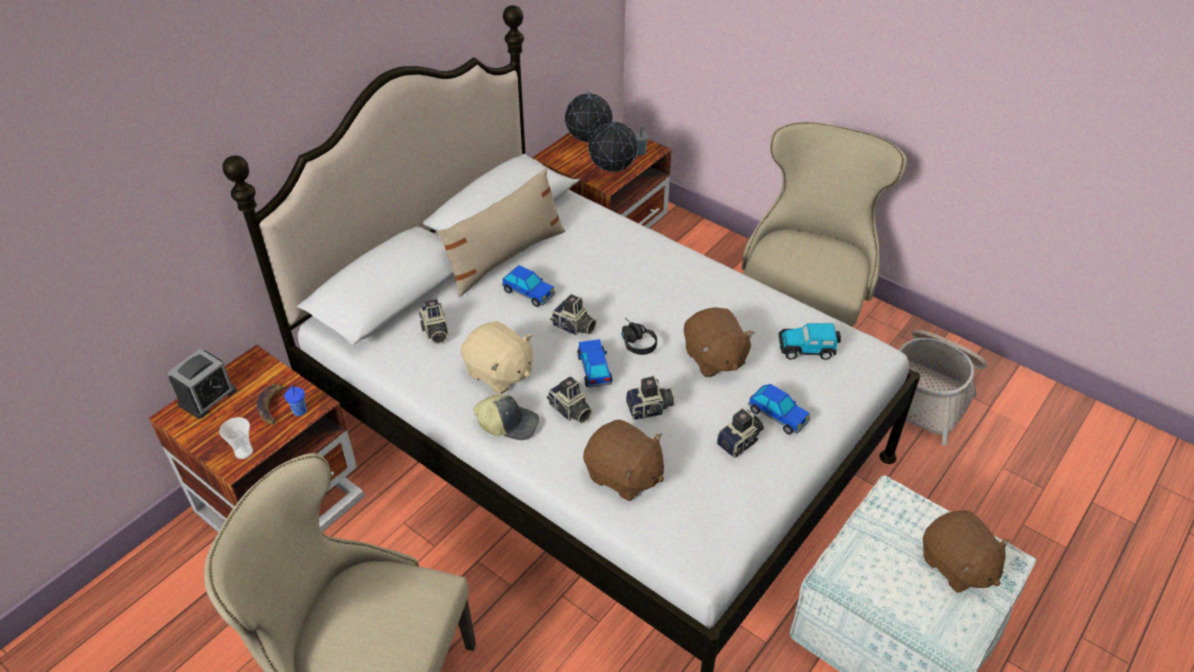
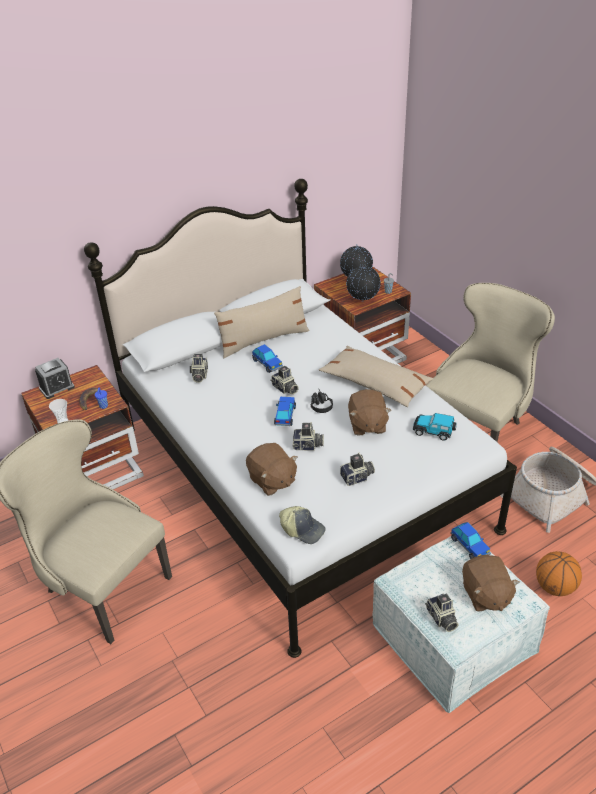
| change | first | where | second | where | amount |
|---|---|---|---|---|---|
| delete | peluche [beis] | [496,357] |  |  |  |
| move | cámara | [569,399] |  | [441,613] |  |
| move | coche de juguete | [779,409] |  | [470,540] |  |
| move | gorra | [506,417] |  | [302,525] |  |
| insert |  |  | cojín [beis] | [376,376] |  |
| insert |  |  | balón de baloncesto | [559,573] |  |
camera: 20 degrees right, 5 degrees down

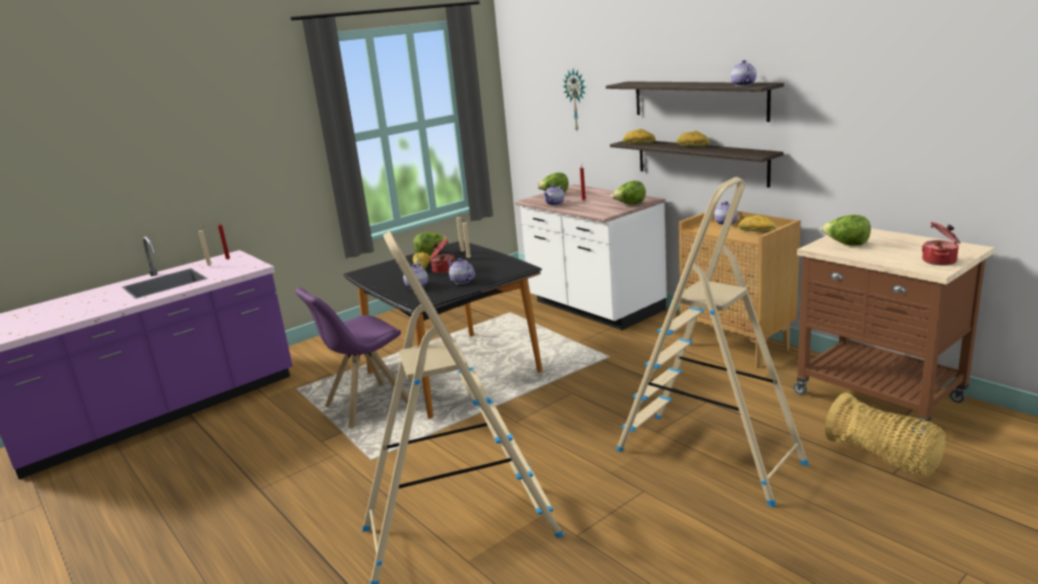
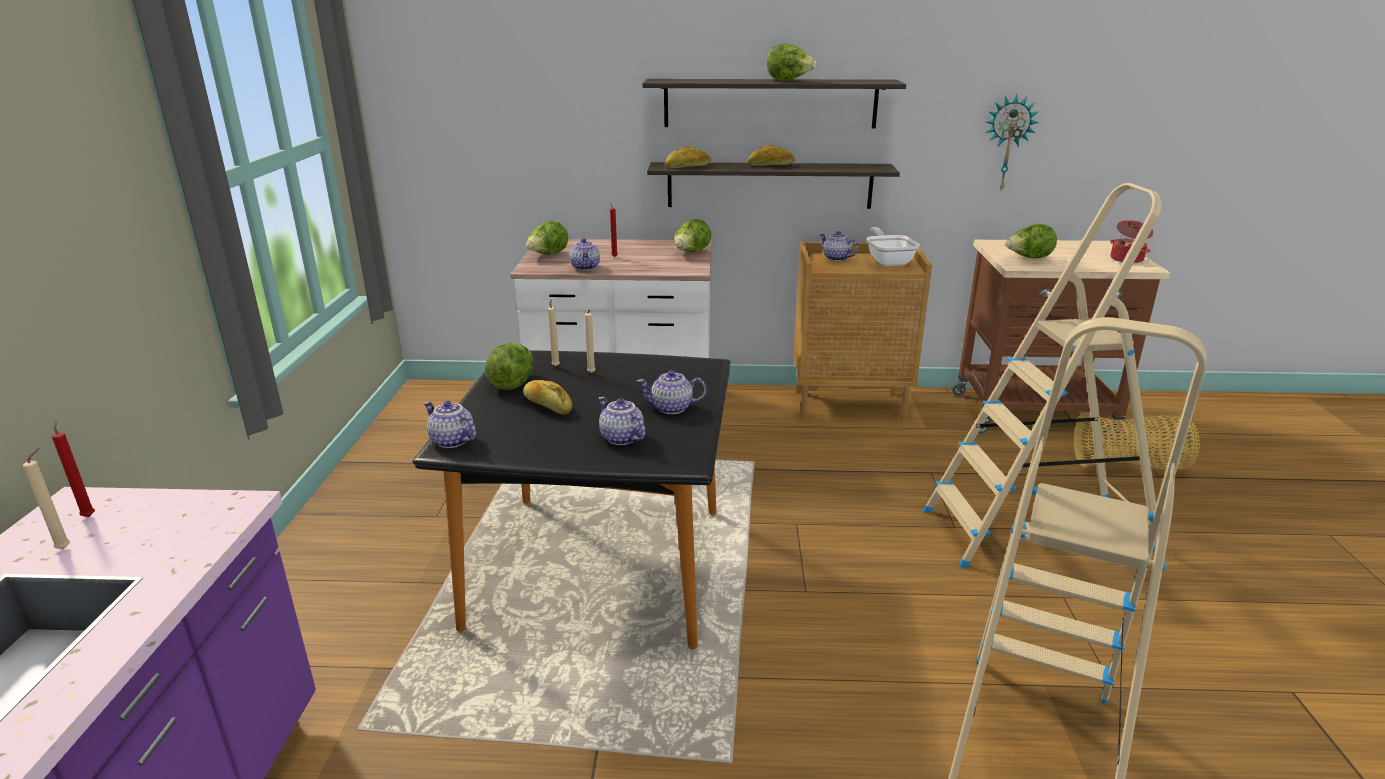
| change | first | where | second | where | amount |
|---|---|---|---|---|---|
| move | tetera | [744,73] |  | [450,424] |  |
| move | reloj de pared | [574,100] |  | [1012,142] |  |
| replace | pan | [757,224] | sartén | [892,246] |  |
| delete | olla | [442,256] |  |  |  |
| delete | silla [morado] | [352,358] |  |  |  |
| insert |  |  | lechuga | [792,62] |  |
camera: 50 degrees left, 5 degrees up

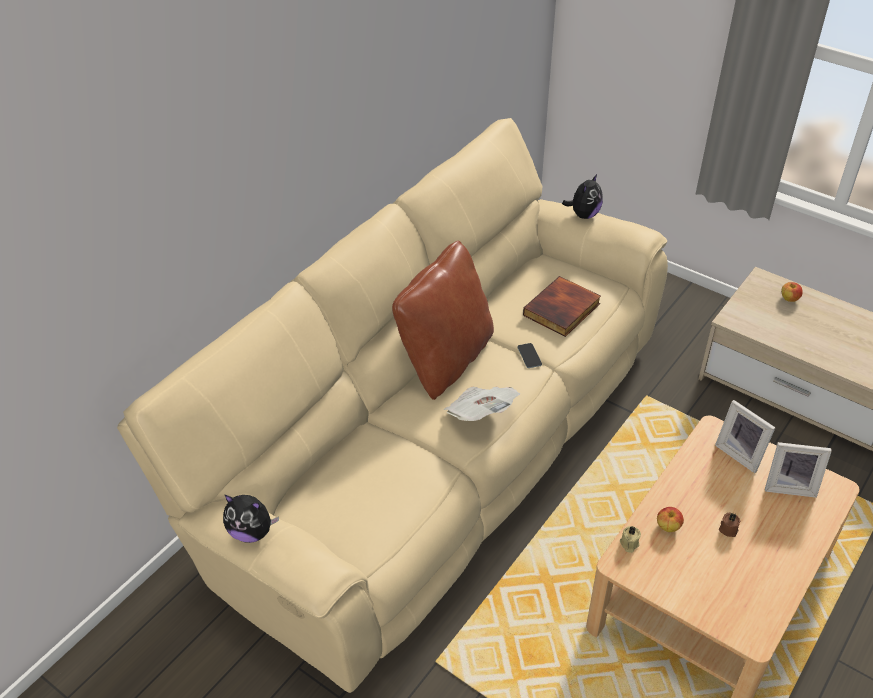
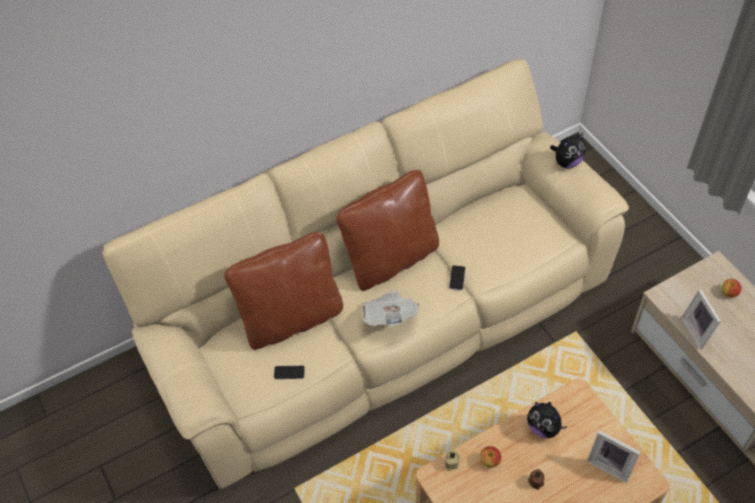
| change | first | where | second | where | amount |
|---|---|---|---|---|---|
| delete | libro | [562,306] |  |  |  |
| move | portarretratos | [745,436] |  | [701,319] |  |
| move | peluche | [251,519] |  | [547,420] |  |
| insert |  |  | cojín [marrón] | [283,291] |  |
| insert |  |  | móvil | [289,372] |  |
camera: 25 degrees right, 10 degrees up

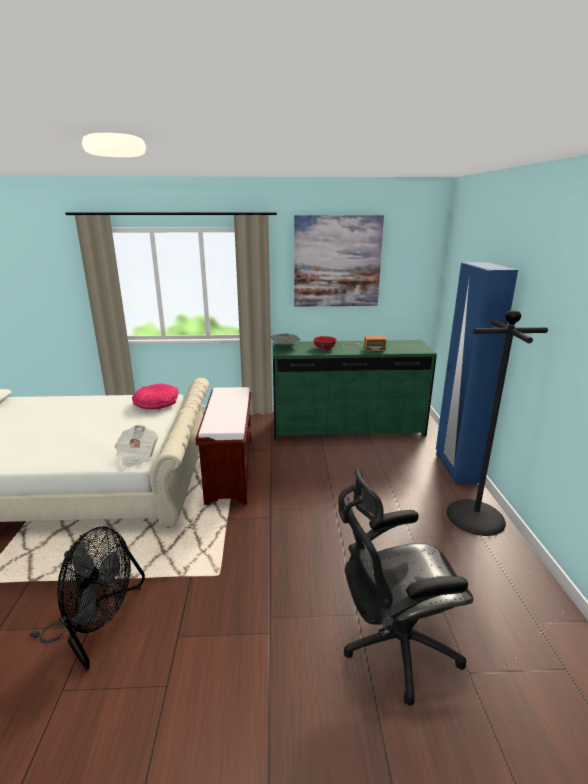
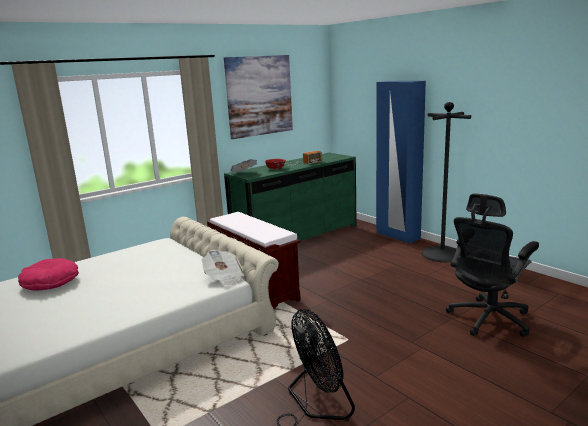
| change | first | where | second | where | amount |
|---|---|---|---|---|---|
| move | cojín [rosa] | [155,396] |  | [48,274] |  |
camera: 35 degrees left, 5 degrees down

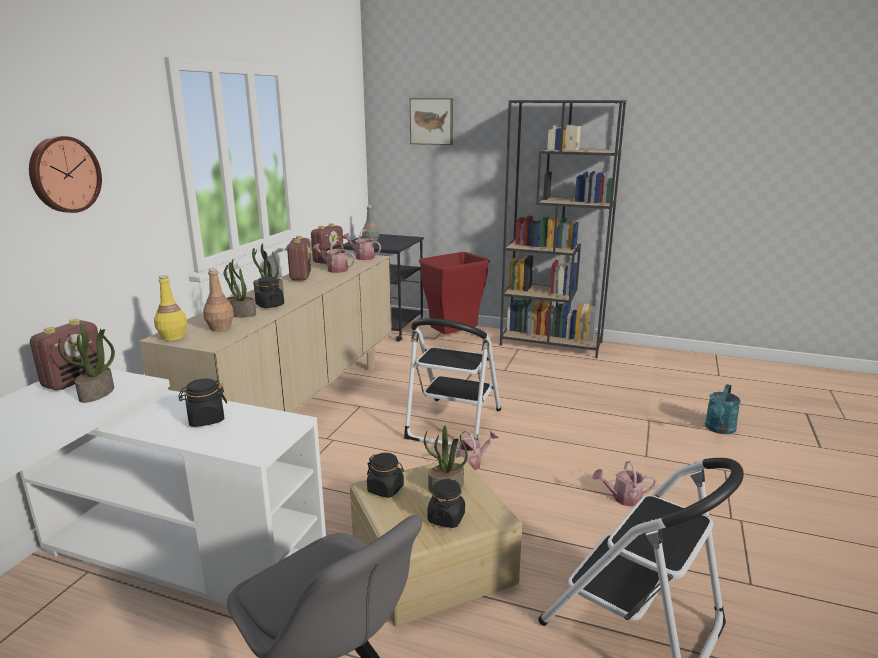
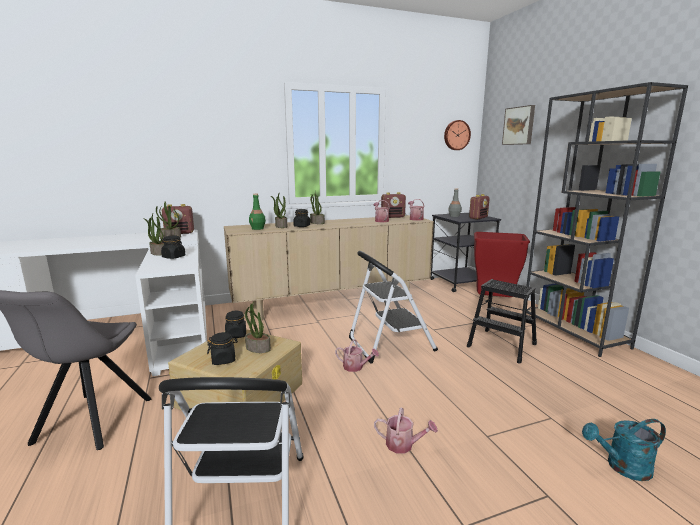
| change | first | where | second | where | amount |
|---|---|---|---|---|---|
| move | reloj de pared | [65,174] |  | [457,135] |  |
| move | radio | [298,258] |  | [479,207] |  |
| recolor | botella [marrón] | [218,299] | botella [verde] | [257,212] |  |
| delete | botella [amarillo] | [170,308] |  |  |  |
| rotate | regadera | [624,484] |  | [406,430] | 150 degrees clockwise |
| insert |  |  | planta en maceta | [153,235] |  |
| insert |  |  | escalera de tijera [negro] | [502,321] |  |
camera: 50 degrees right, 5 degrees down

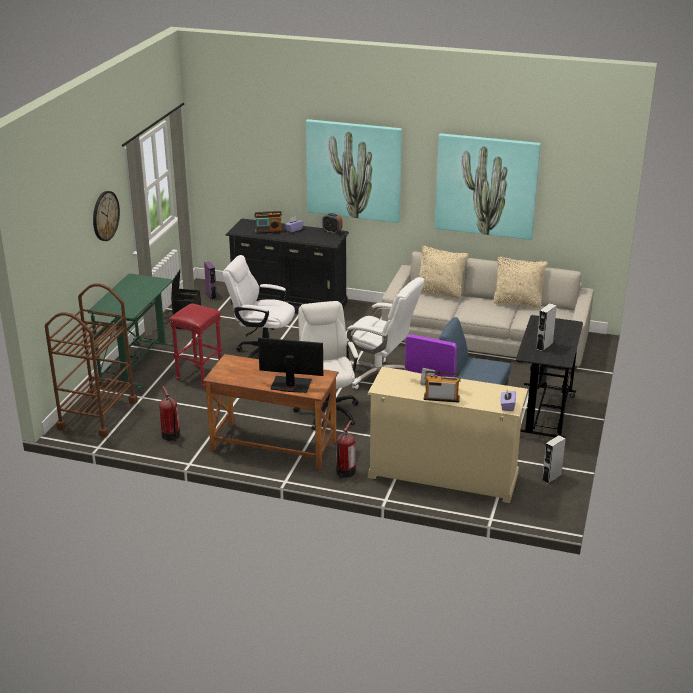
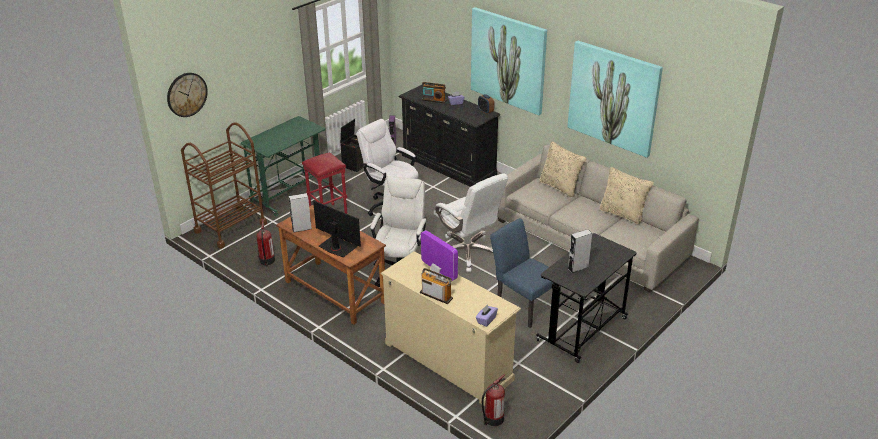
| change | first | where | second | where | amount |
|---|---|---|---|---|---|
| move | reloj de pared | [106,216] |  | [187,95] |  |
| move | extintor | [346,449] |  | [494,400] |  |
| move | altavoz [gris] | [554,459] |  | [300,213] |  |
camera: 25 degrees right, 5 degrees up

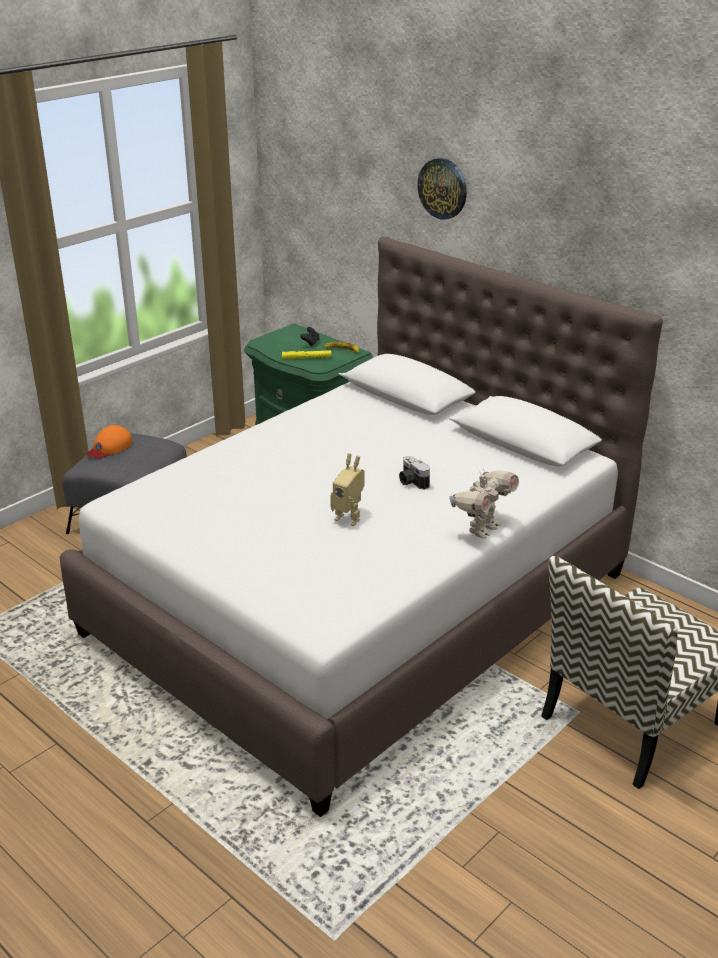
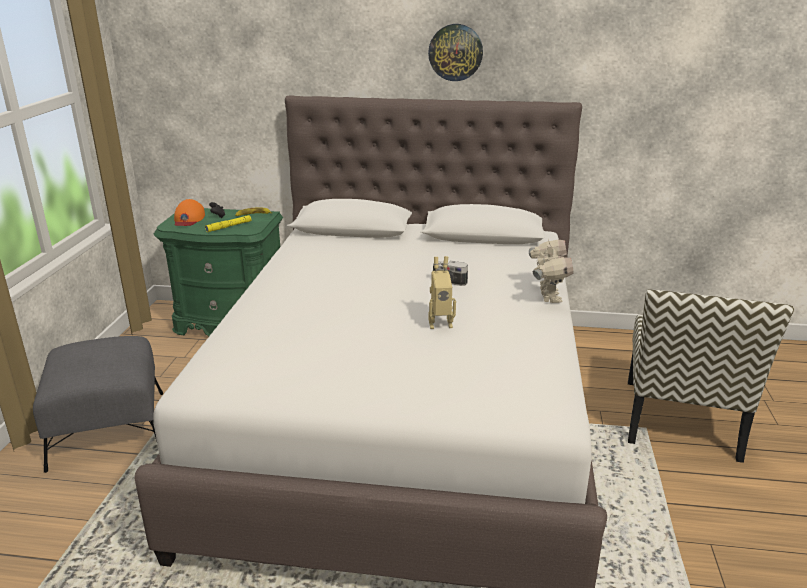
| change | first | where | second | where | amount |
|---|---|---|---|---|---|
| move | reloj de pared | [442,189] |  | [455,52] |  |
| move | gorra [naranja] | [110,441] |  | [189,212] |  |
camera: 35 degrees left, 5 degrees down

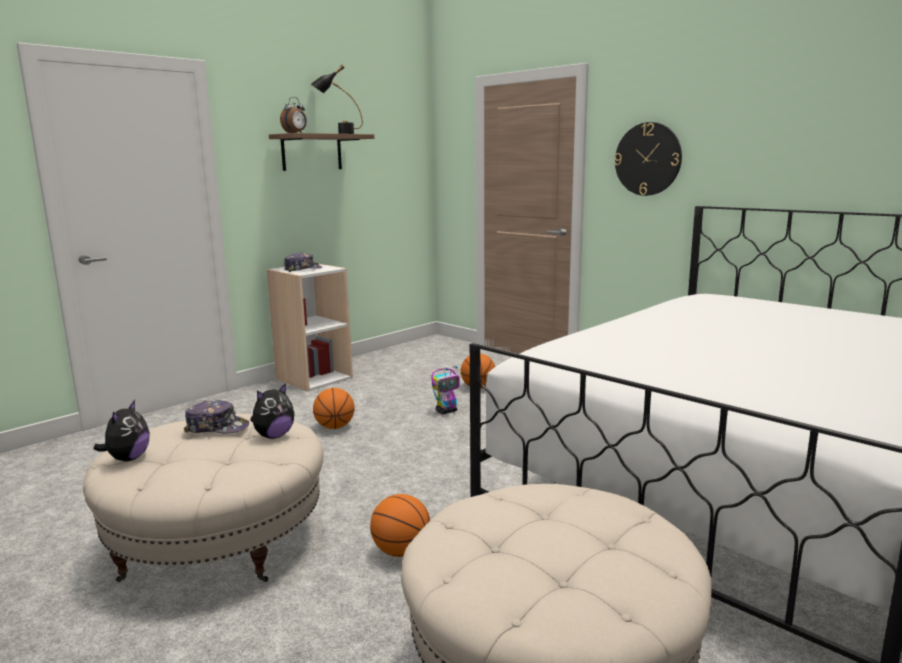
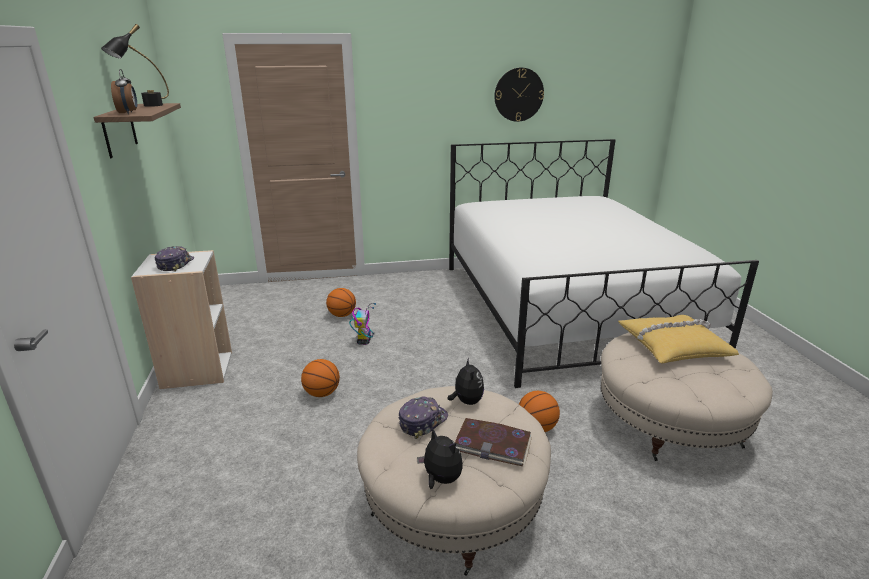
| change | first | where | second | where | amount |
|---|---|---|---|---|---|
| move | reloj de pared | [648,159] |  | [519,95] |  |
| insert |  |  | cojín [amarillo] | [678,339] |  |
| insert |  |  | libro | [493,442] |  |
camera: 55 degrees left, 10 degrees up

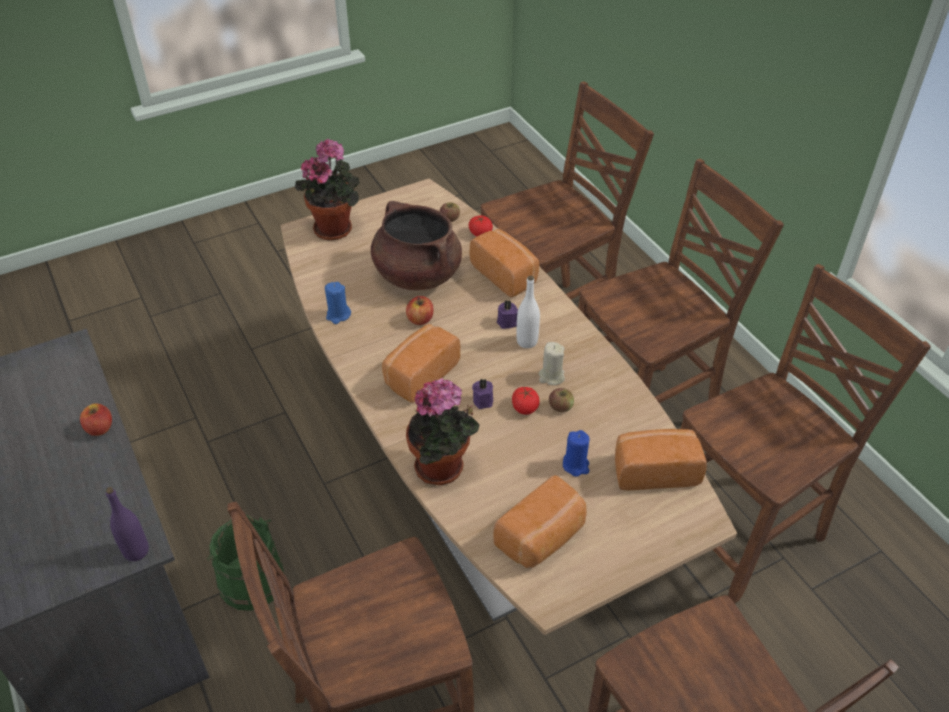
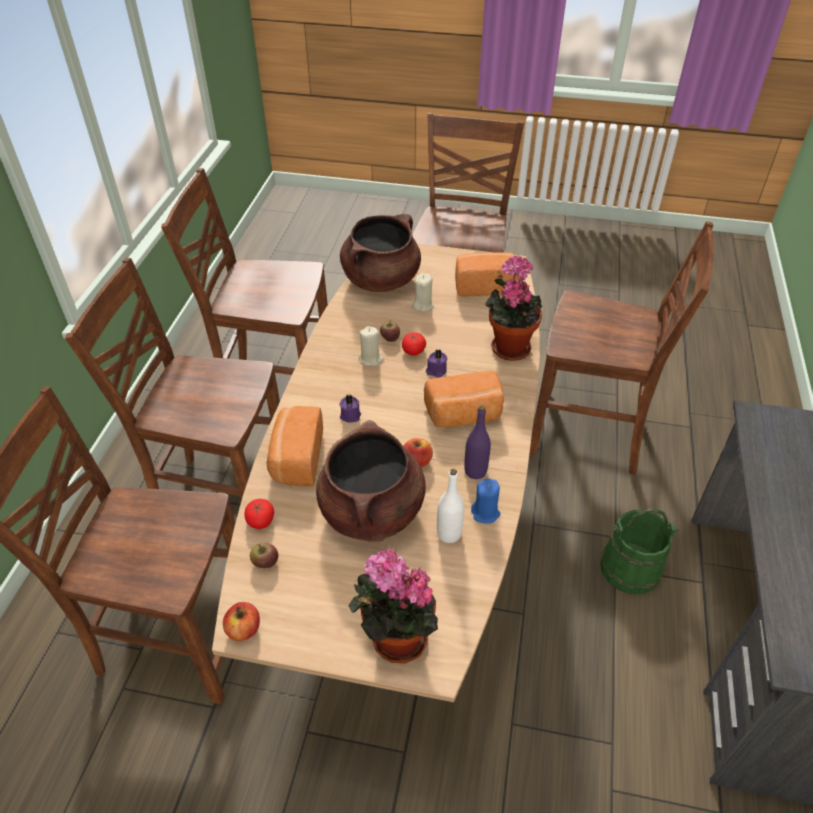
| change | first | where | second | where | amount |
|---|---|---|---|---|---|
| move | botella [blanco] | [528,312] |  | [450,506] |  |
| move | manzana | [96,419] |  | [241,621] |  |
| replace | pan | [661,460] | olla [marrón] | [380,253] |  |
| recolor | vela [azul] | [576,453] | vela [beis] | [423,292] |  |
| move | botella [morado] | [127,524] |  | [477,442] |  |
camera: 140 degrees left, 0 degrees up

